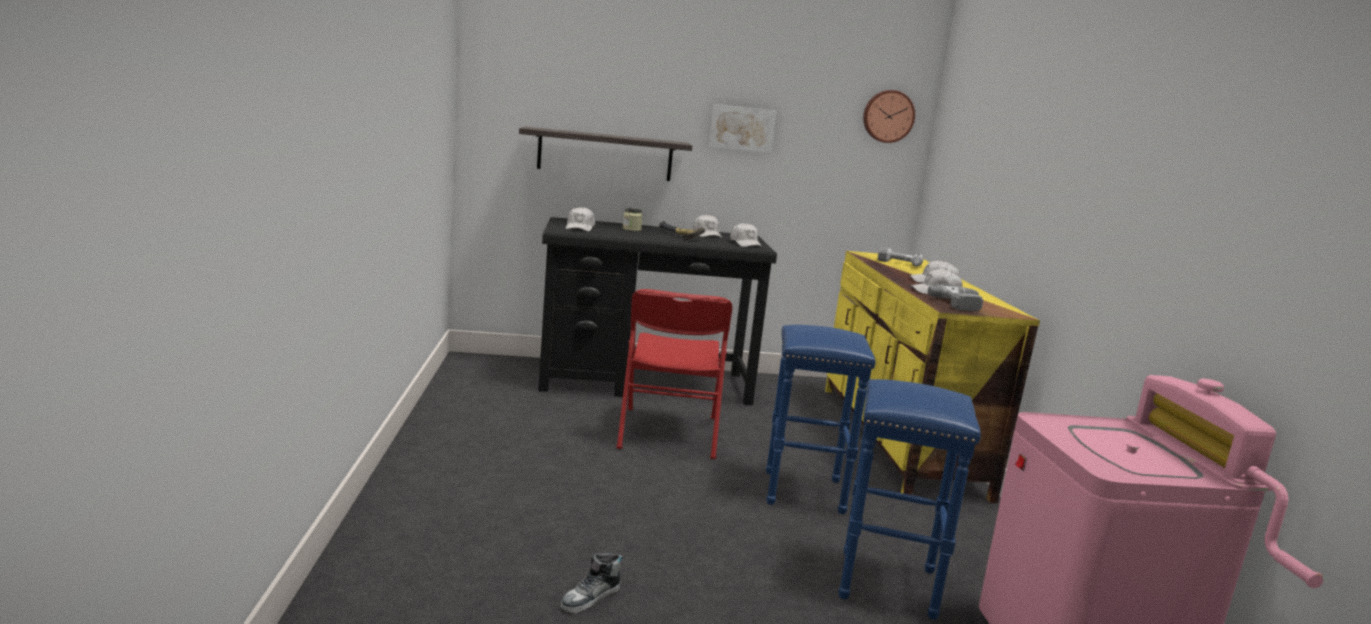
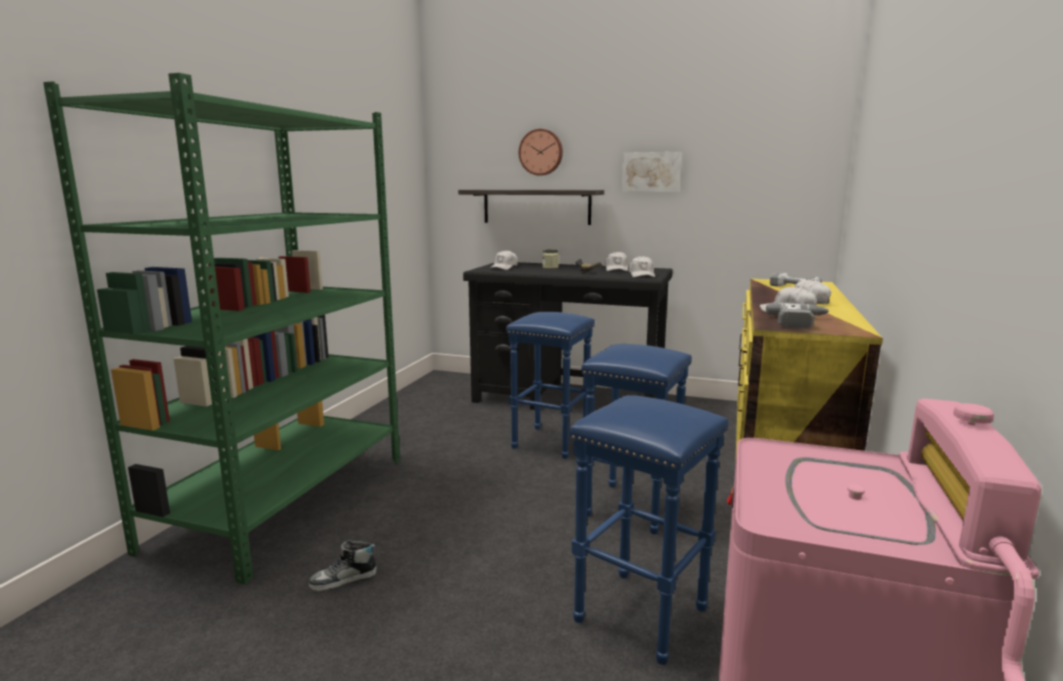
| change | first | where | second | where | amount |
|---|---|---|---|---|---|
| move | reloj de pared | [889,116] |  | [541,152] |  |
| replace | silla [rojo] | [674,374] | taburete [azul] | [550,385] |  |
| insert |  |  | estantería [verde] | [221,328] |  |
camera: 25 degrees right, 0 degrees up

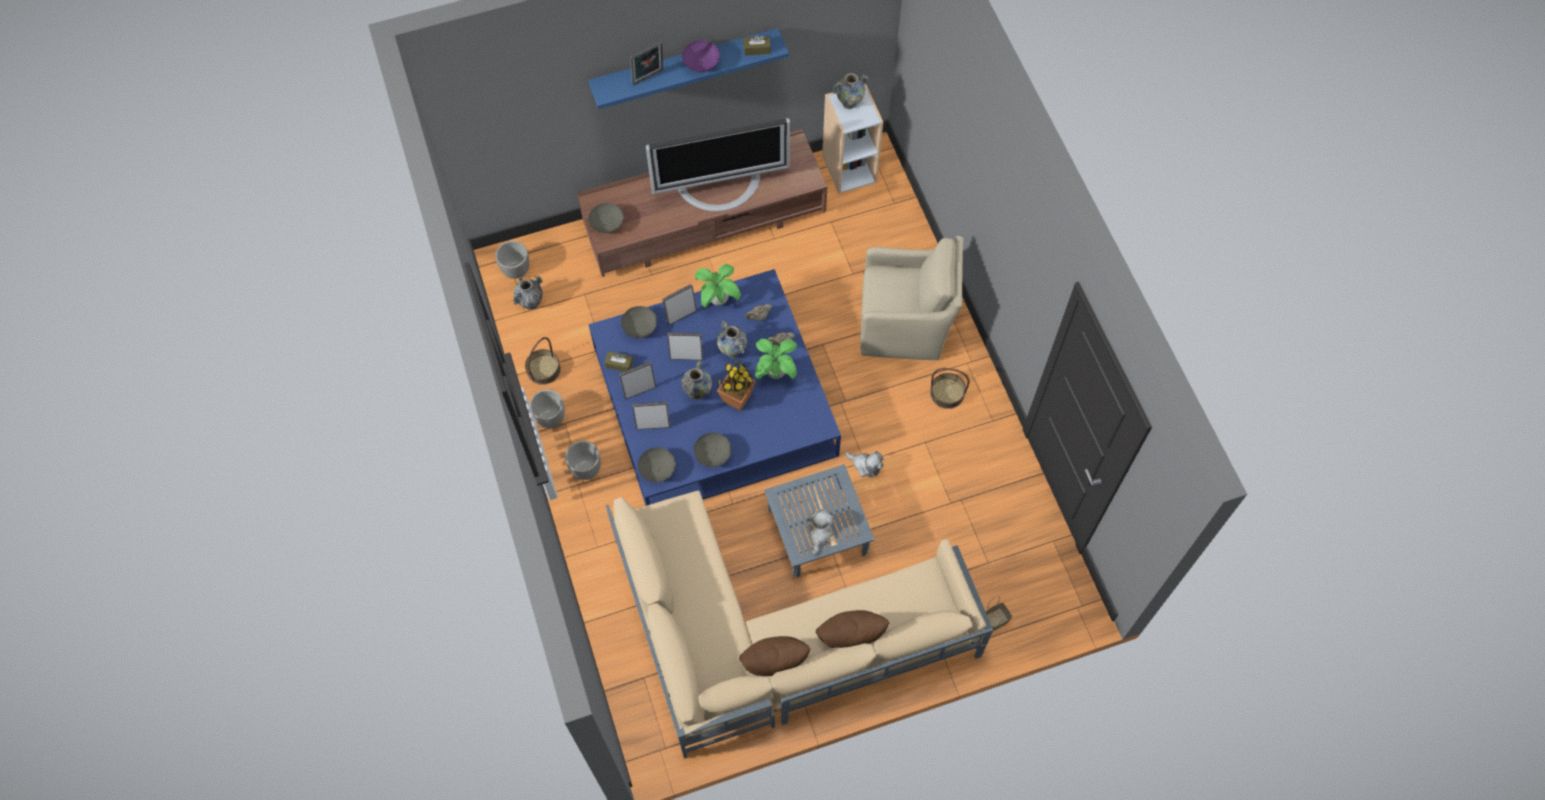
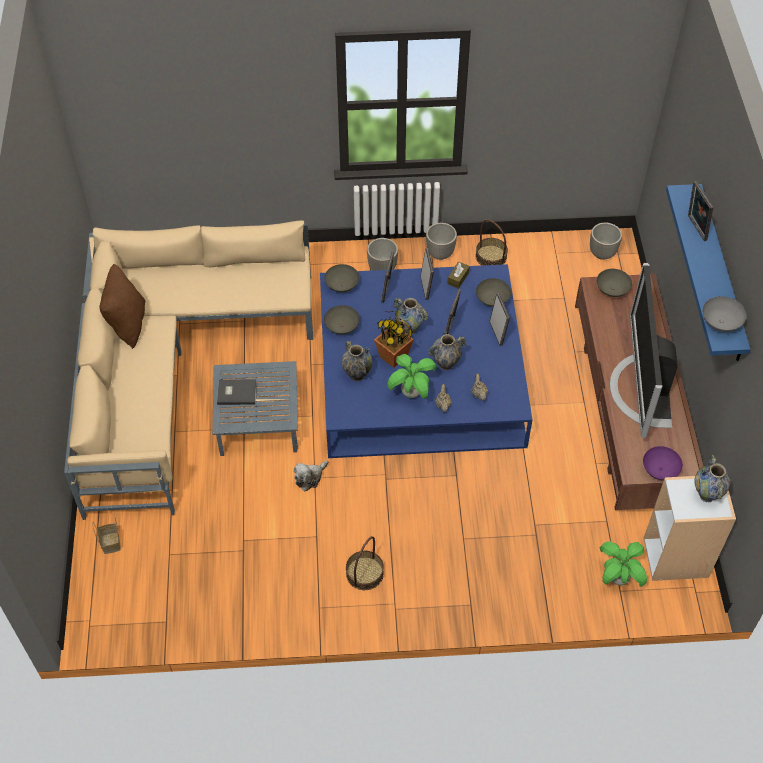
| change | first | where | second | where | amount |
|---|---|---|---|---|---|
| replace | caja de pañuelos [marrón] | [757,45] | cuenco [gris] | [725,314] |  |
| move | cuenco [morado] | [701,56] |  | [663,463] |  |
| delete | sillón [beis] | [912,298] |  |  |  |
| move | planta en maceta | [717,286] |  | [623,564] |  |
| move | florero | [528,293] |  | [357,361] |  |
| replace | peluche | [819,532] | libro [gris] | [237,392] |  |
| delete | cojín [marrón] | [852,629] |  |  |  |
camera: 105 degrees right, 10 degrees down

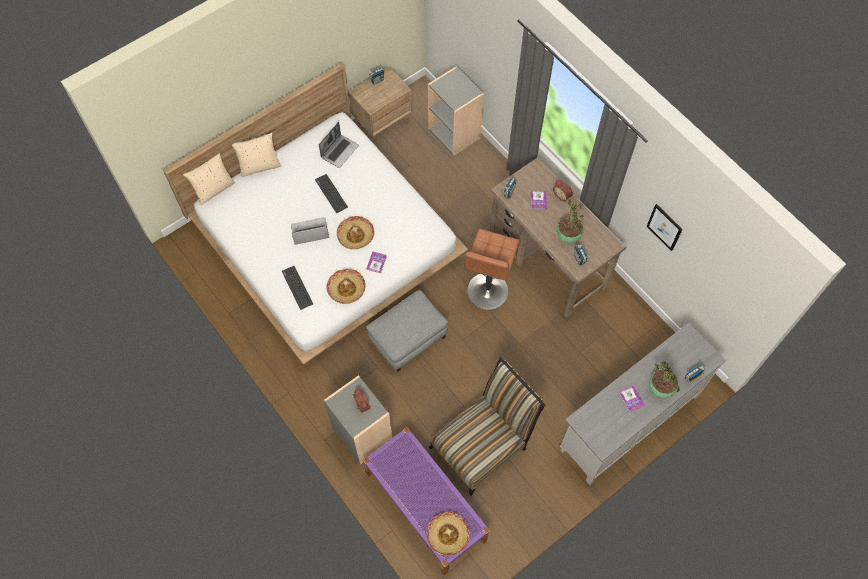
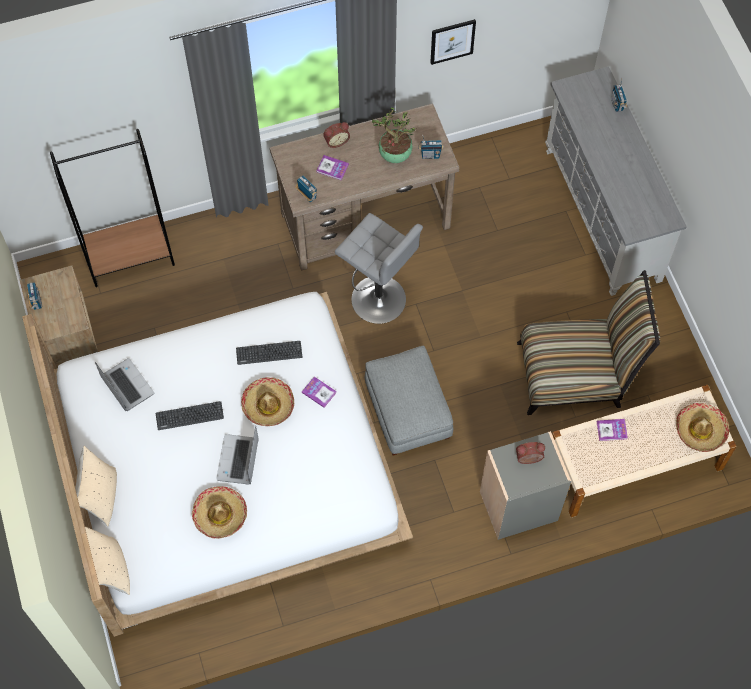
| change | first | where | second | where | amount |
|---|---|---|---|---|---|
| replace | estantería [gris] | [456,111] | perchero | [112,208] |  |
| recolor | taburete [marrón] | [492,269] | taburete [gris] | [379,268] |  |
| move | teclado | [297,288] |  | [269,353] |  |
| move | sombrero | [346,286] |  | [219,512] |  |
| rotate | silla | [487,426] |  | [589,342] | 105 degrees clockwise |
| delete | planta en maceta | [664,379] |  |  |  |
| move | libro | [632,399] |  | [612,430] |  |
| recolor | banco [morado] | [426,501] | banco [beis] | [644,451] |  |
camera: 70 degrees left, 0 degrees up

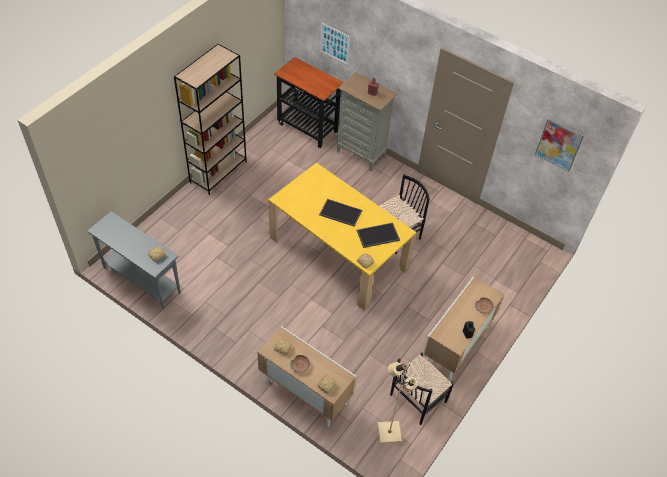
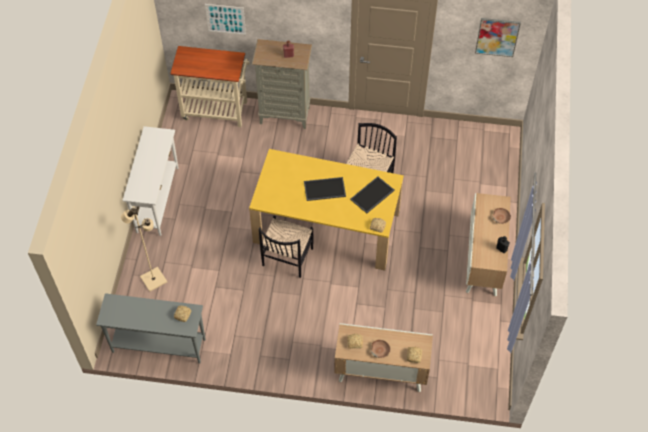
| change | first | where | second | where | amount |
|---|---|---|---|---|---|
| replace | estantería [beis] | [210,119] | mesa consola [blanco] | [150,181] |  |
| recolor | carrito [negro] | [309,102] | carrito [beis] | [210,86] |  |
| move | silla [negro] | [422,389] |  | [286,247] |  |
| move | lámpara de pie [beis] | [398,402] |  | [144,249] |  |
camera: 25 degrees left, 5 degrees up

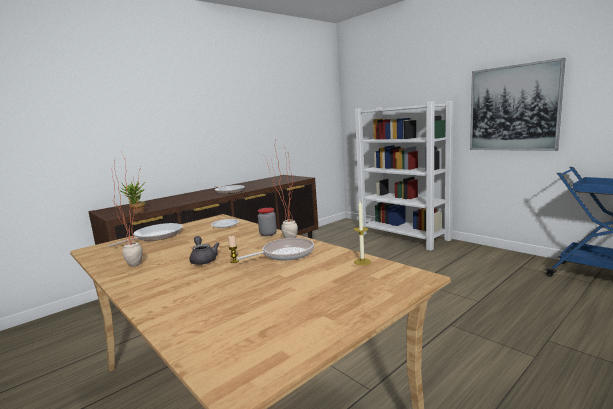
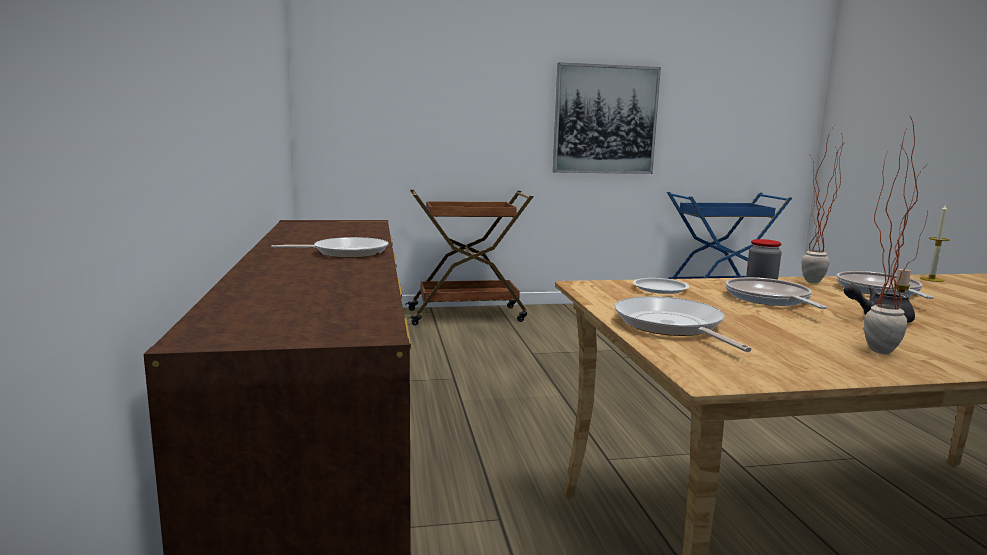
| change | first | where | second | where | amount |
|---|---|---|---|---|---|
| replace | estantería [blanco] | [404,176] | carrito [marrón] | [469,257] |  |
| delete | planta en maceta | [133,197] |  |  |  |
| insert |  |  | sartén | [776,293] |  |
camera: 60 degrees left, 0 degrees up

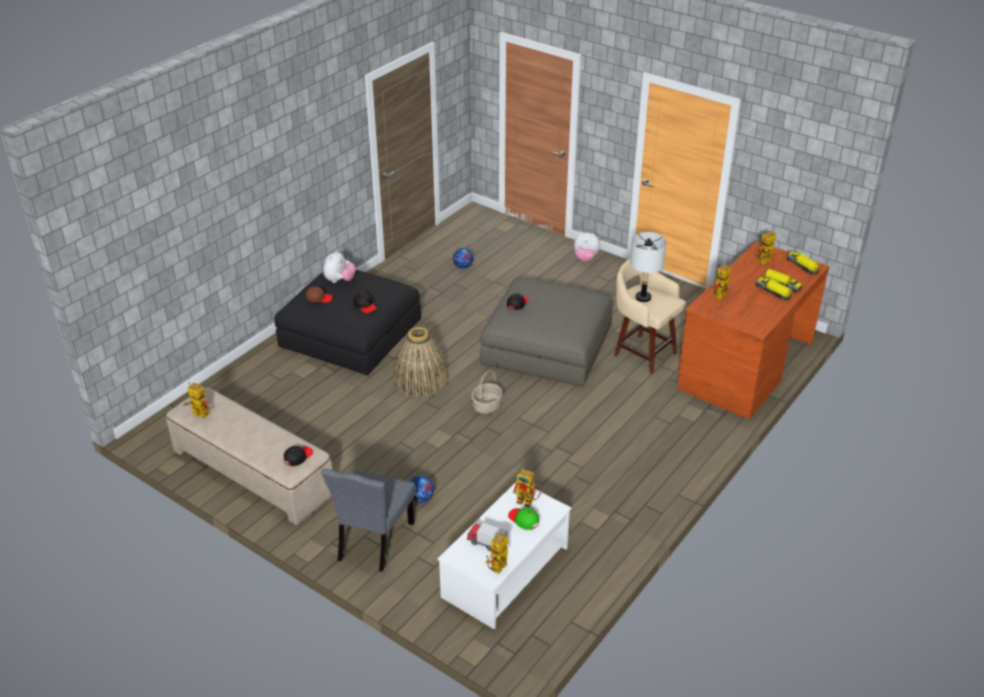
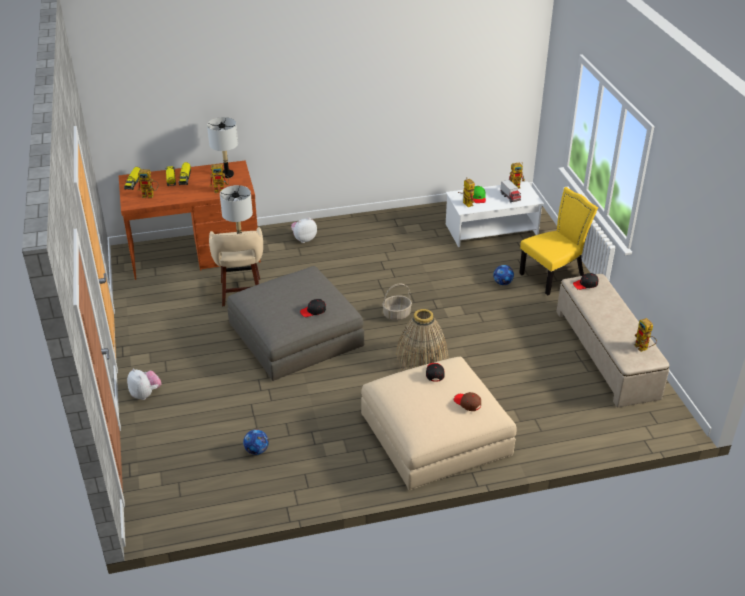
| change | first | where | second | where | amount |
|---|---|---|---|---|---|
| move | peluche | [339,266] |  | [304,230] |  |
| recolor | puf [negro] | [347,323] | puf [beis] | [439,423] |  |
| recolor | silla [gris] | [368,520] | silla [amarillo] | [558,241] |  |
| insert |  |  | lámpara de mesa [gris] | [222,147] |  |
camera: 140 degrees left, 0 degrees up

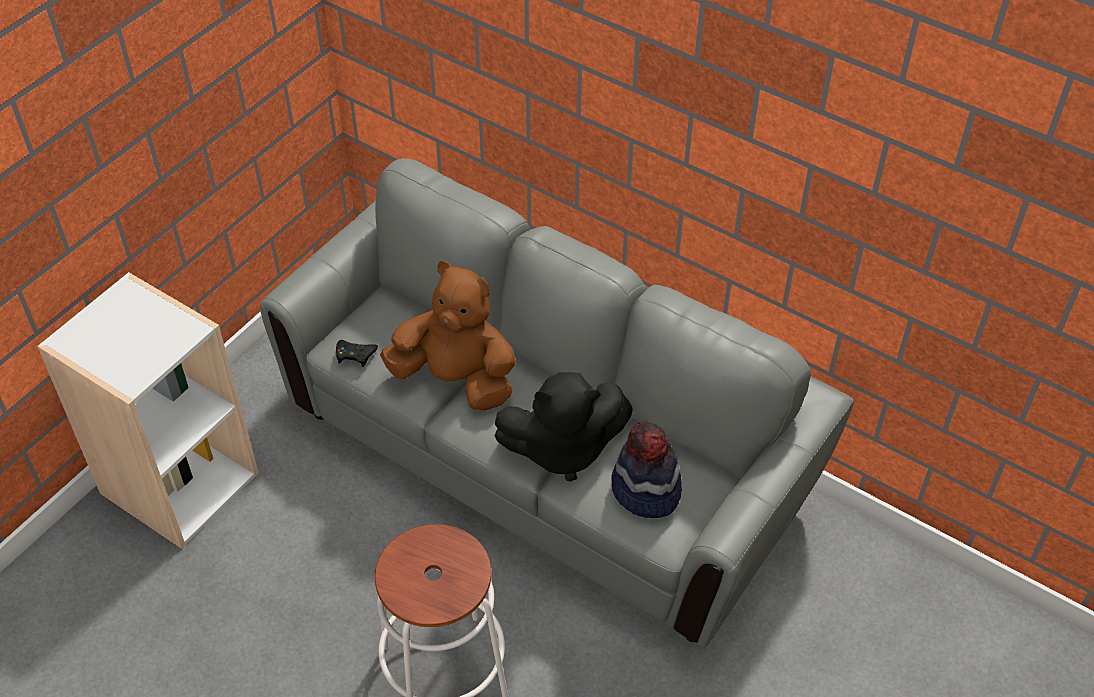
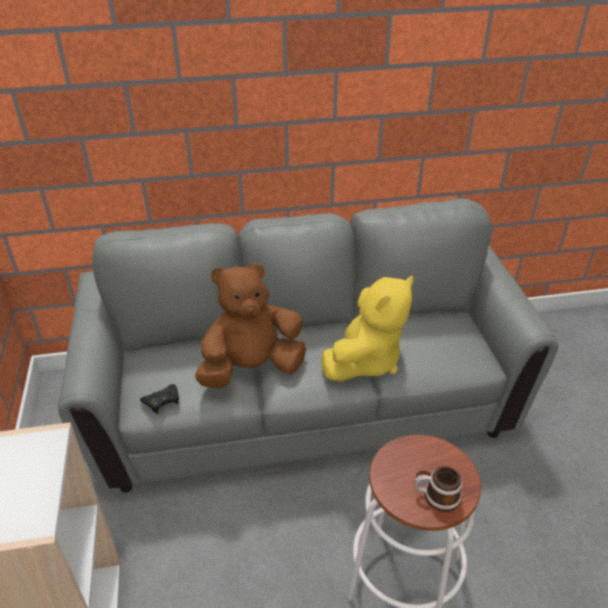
| change | first | where | second | where | amount |
|---|---|---|---|---|---|
| recolor | peluche [negro] | [563,427] | peluche [amarillo] | [367,329] |  |
| delete | sombrero | [647,470] |  |  |  |
| insert |  |  | taza grande | [438,489] |  |
camera: 45 degrees left, 10 degrees down

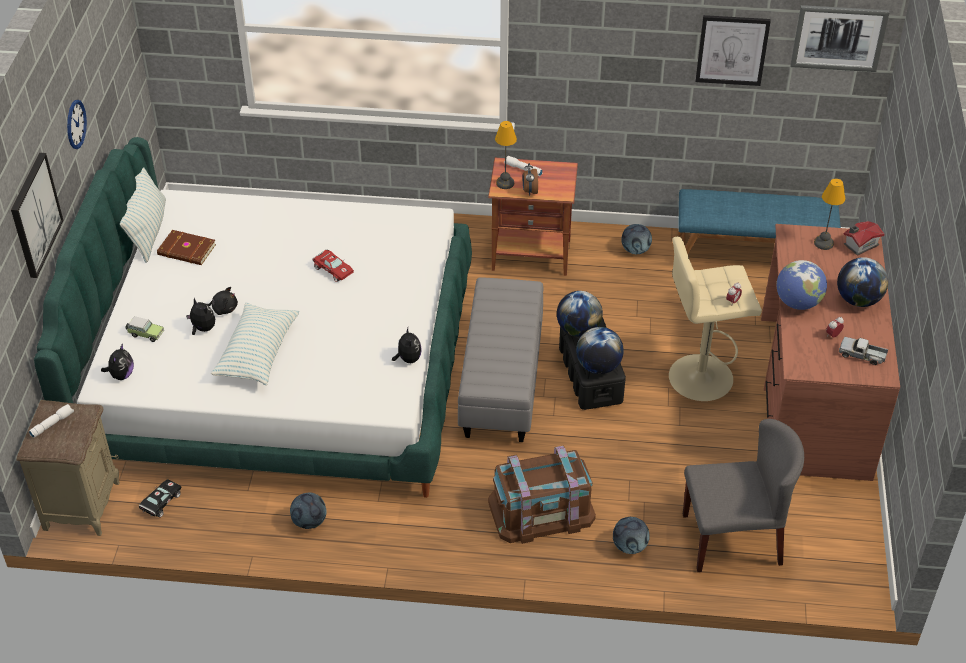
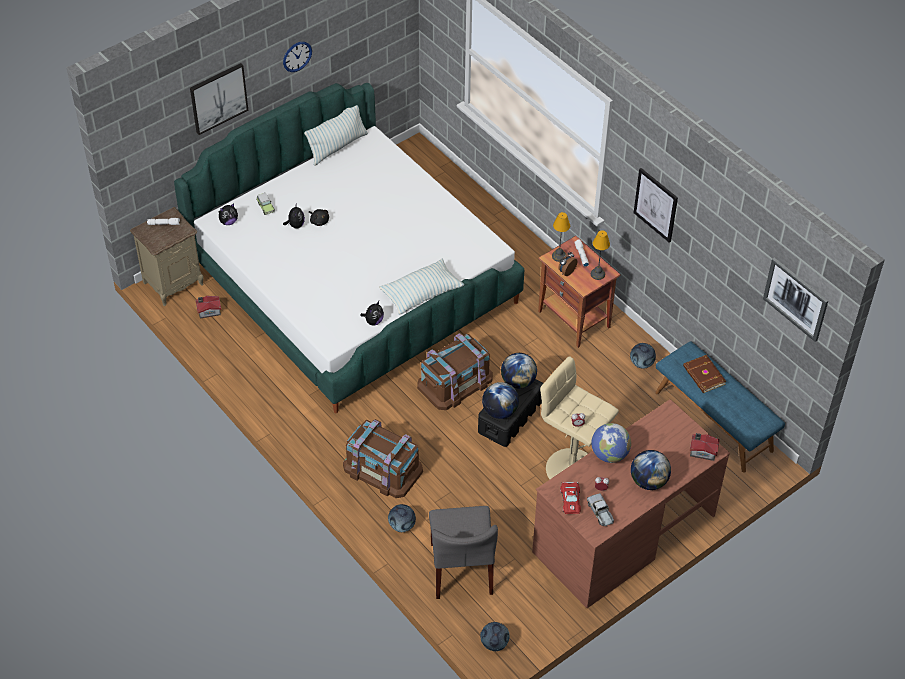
| change | first | where | second | where | amount |
|---|---|---|---|---|---|
| move | cuadro | [733,50] |  | [656,205] |  |
| move | lámpara de mesa | [829,214] |  | [600,255] |  |
| move | libro [marrón] | [186,247] |  | [704,374] |  |
| move | coche de juguete [rojo] | [333,265] |  | [570,498] |  |
| replace | puf [gris] | [501,359] | caja de almacenaje [marrón] | [455,371] |  |
| move | cojín | [255,344] |  | [421,287] |  |
| rotate | silla [gris] | [743,495] |  | [463,552] | 45 degrees clockwise |
| replace | coche de juguete [negro] | [160,498] | casita | [208,307] |  |
| move | balón de fútbol | [308,510] |  | [495,636] |  |
camera: 45 degrees right, 5 degrees up

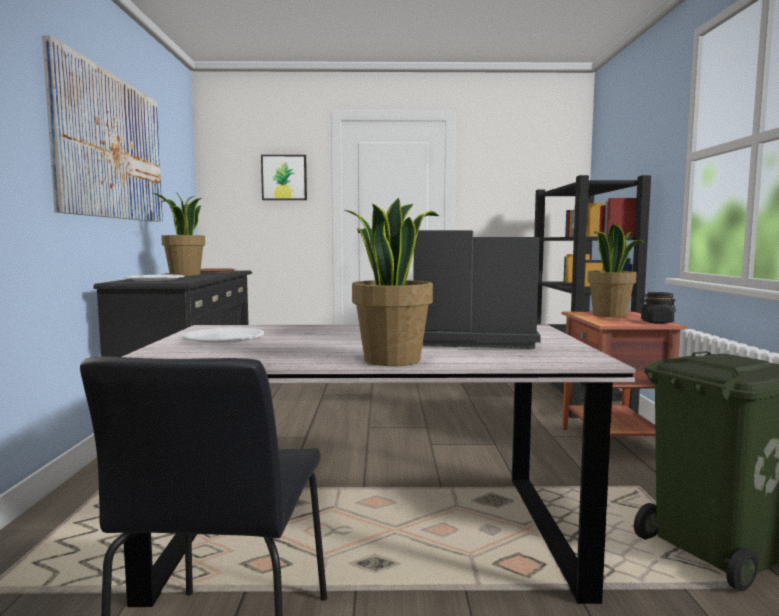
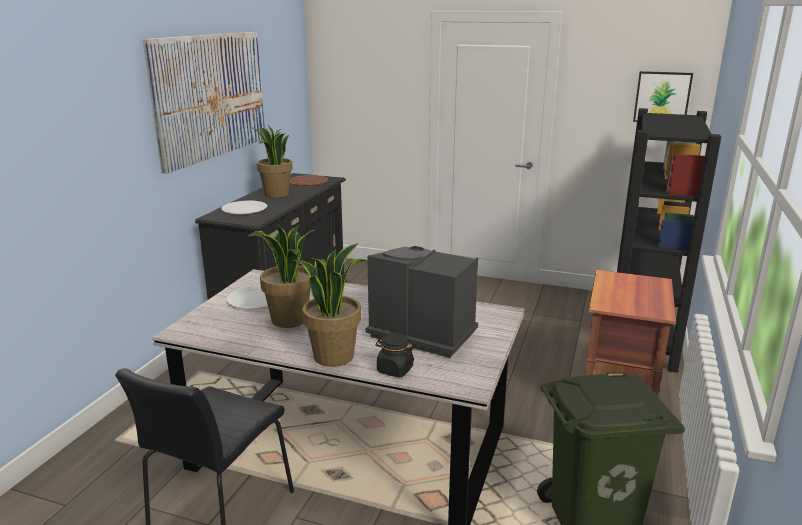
| change | first | where | second | where | amount |
|---|---|---|---|---|---|
| move | cuadro | [284,177] |  | [663,96] |  |
| move | planta en maceta | [616,270] |  | [282,276] |  |
| move | tarro [negro] | [658,308] |  | [395,355] |  |
camera: 20 degrees right, 15 degrees up

